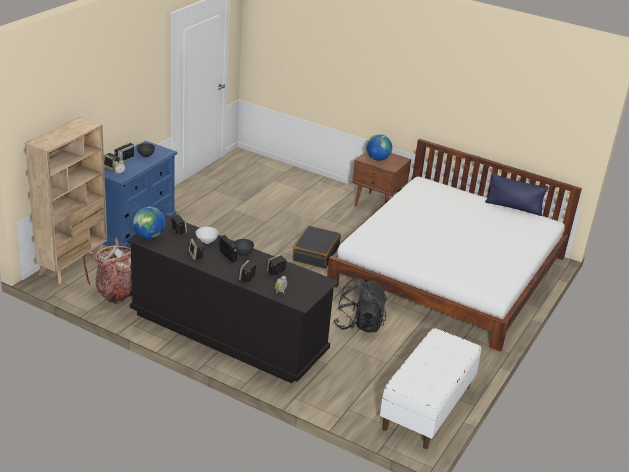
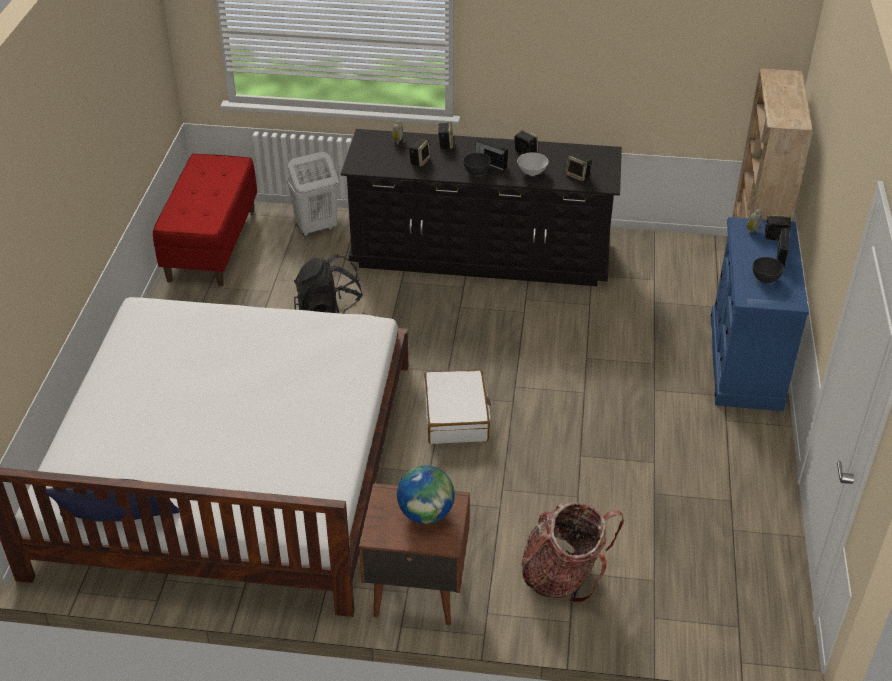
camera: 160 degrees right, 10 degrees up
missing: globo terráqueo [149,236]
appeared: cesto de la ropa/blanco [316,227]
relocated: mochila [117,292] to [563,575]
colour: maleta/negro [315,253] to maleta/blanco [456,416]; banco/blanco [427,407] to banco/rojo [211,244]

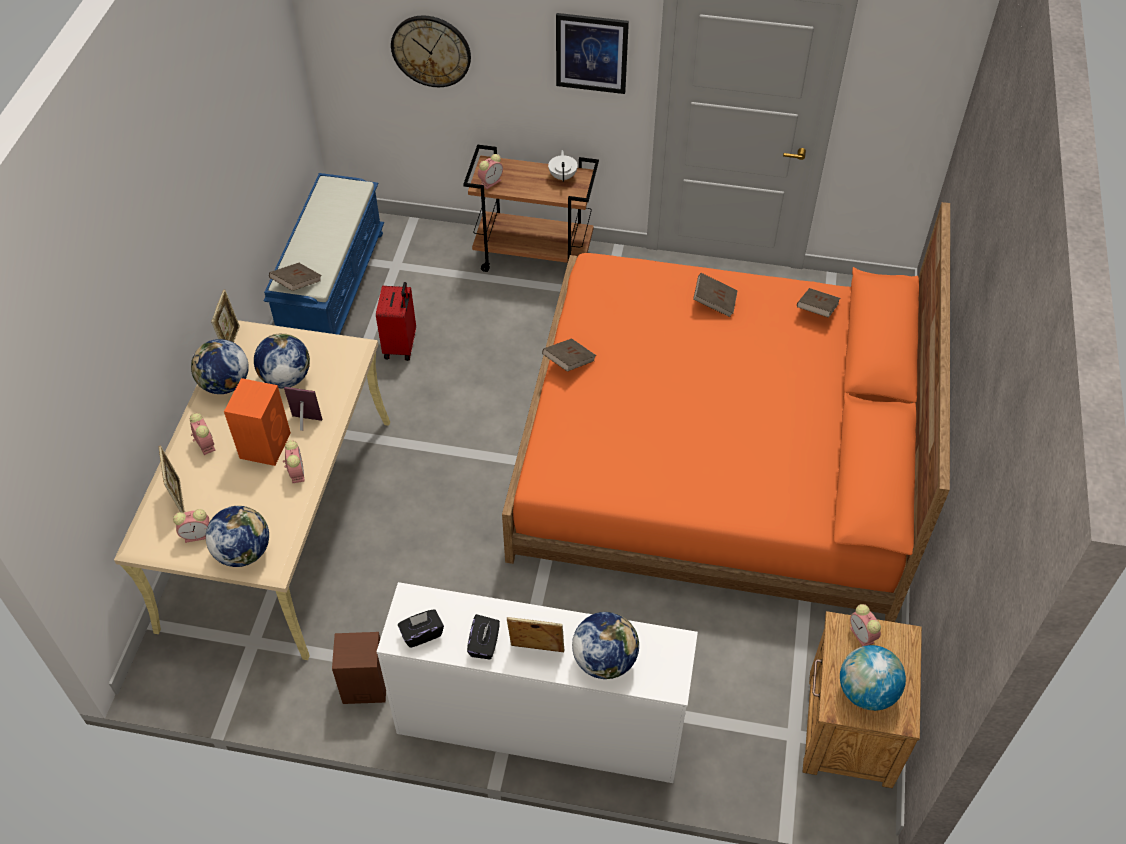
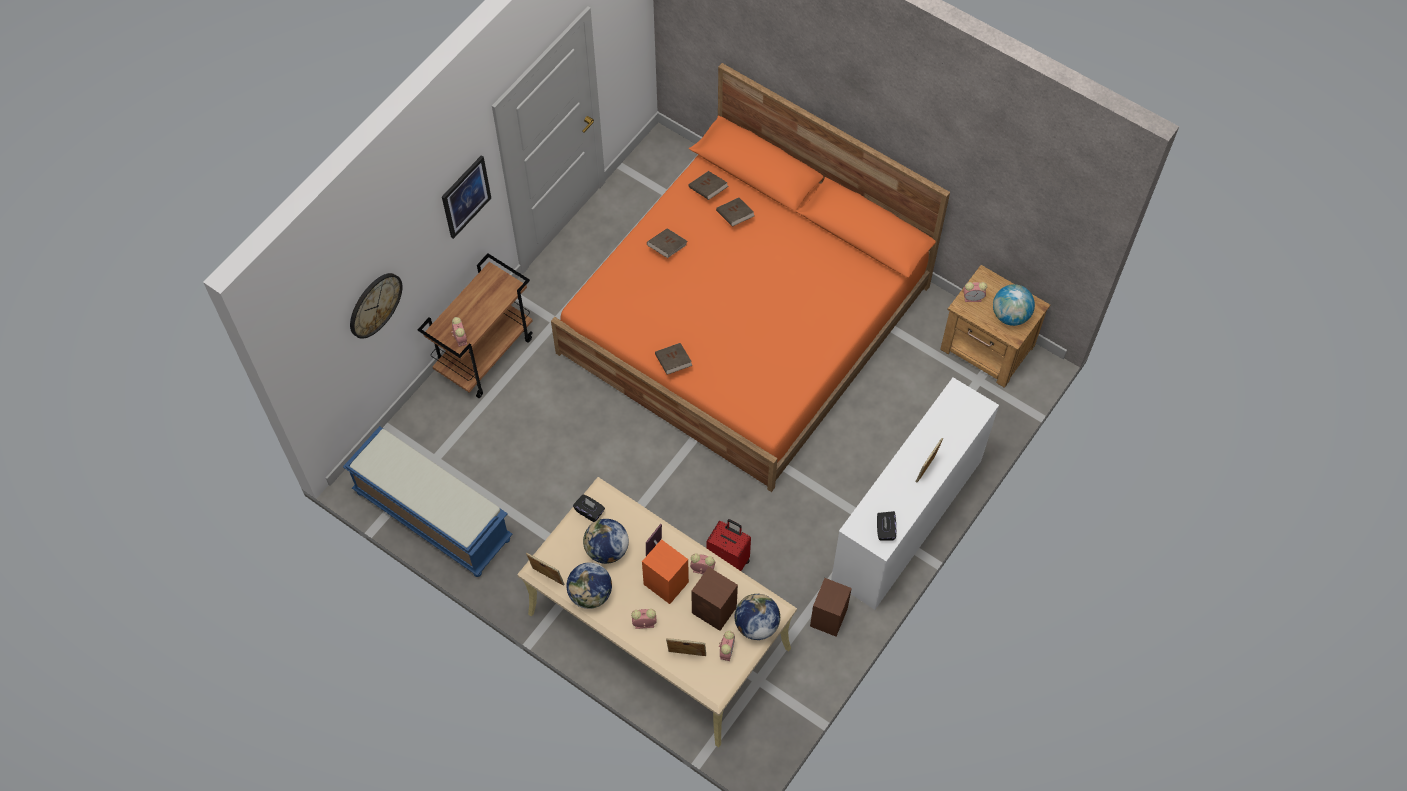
camera: 65 degrees left, 10 degrees up
missing: tetera/blanco [563,176]; globo terráqueo [604,660]
appeared: altavoz/marrón [715,610]
relocated: libro/marrón [297,284] to [735,217]; maleta/rojo [401,346] to [729,561]; caja de pañuelos/negro [484,644] to [589,512]

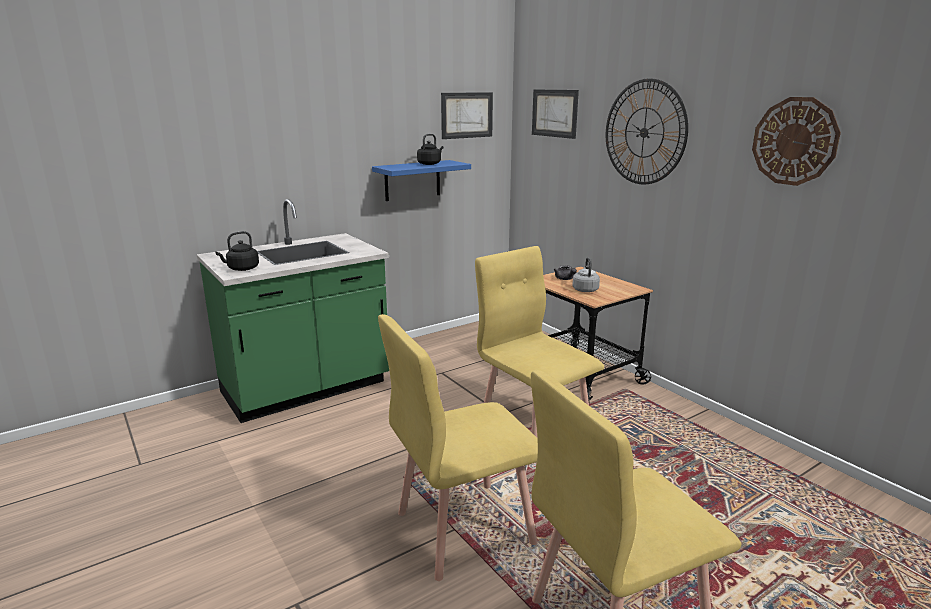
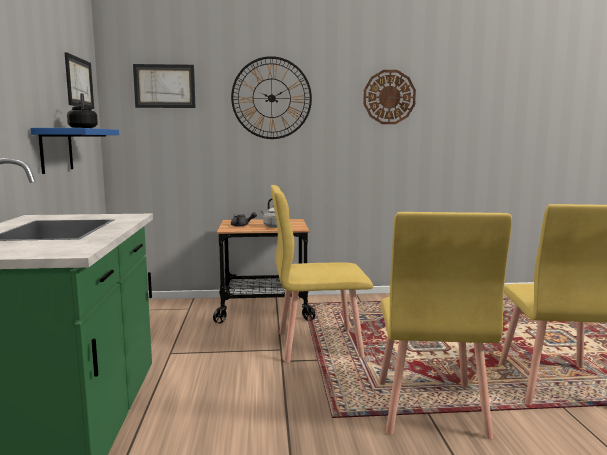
camera: 60 degrees left, 10 degrees down
missing: hervidor/negro [241,269]

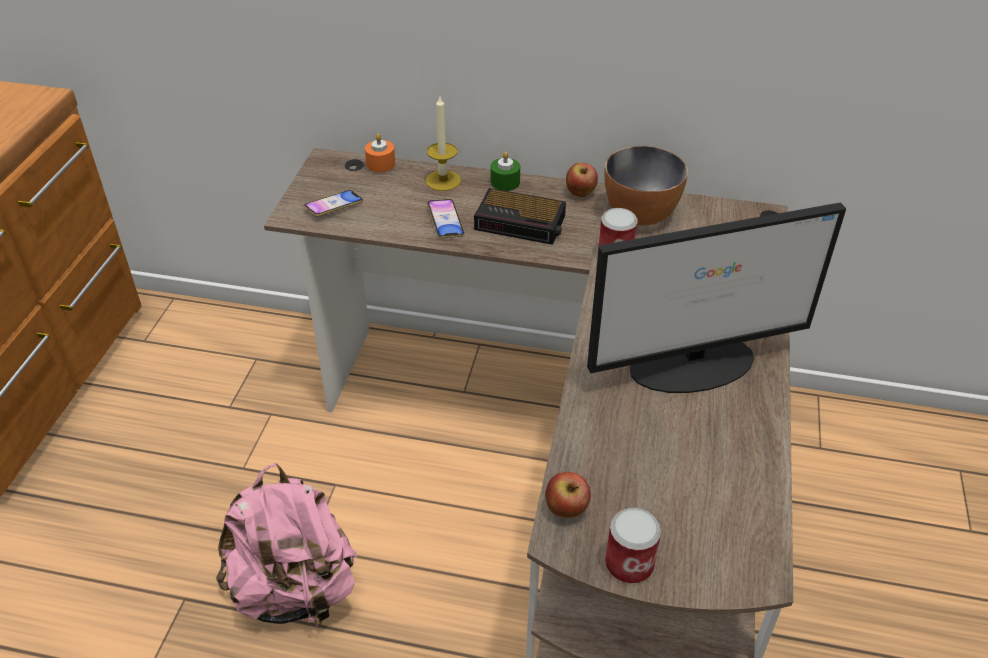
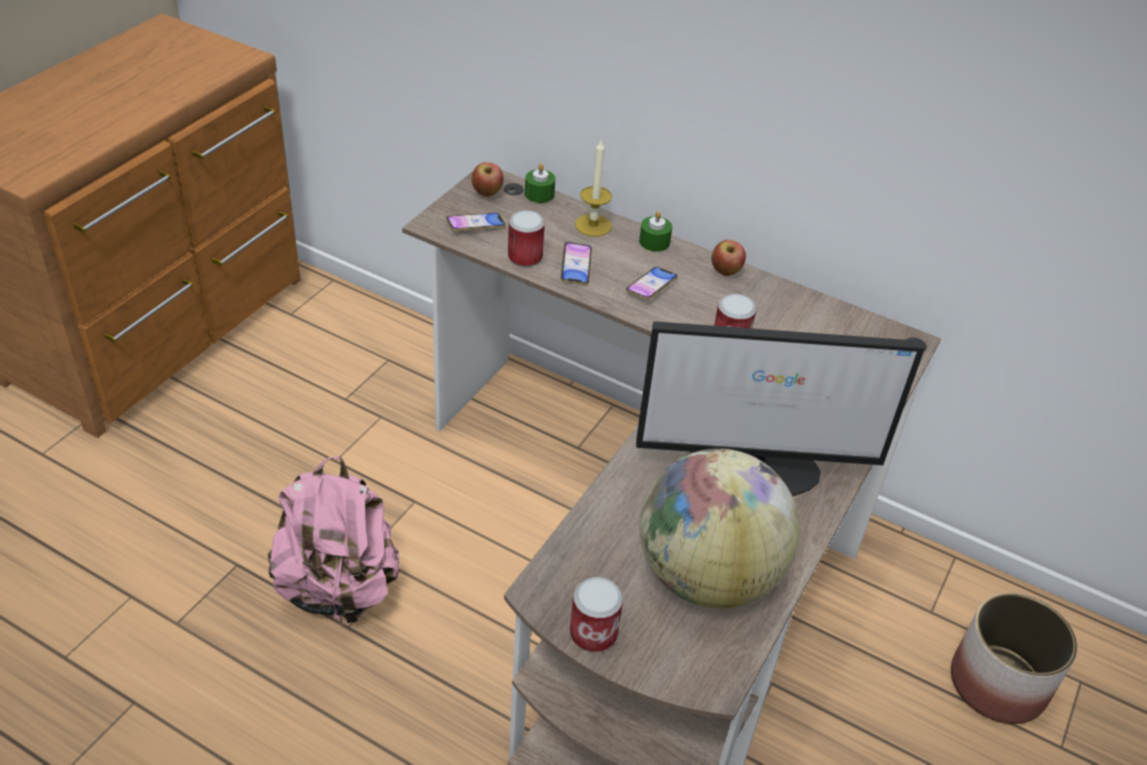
camera: 15 degrees right, 0 degrees up
missing: cuenco [640,215]
appeared: lata [525,257]; globo terráqueo [707,576]; maceta [998,685]
relocated: manzana [566,510] to [487,193]
exchanged: despertador [522,223] to móvil [651,287]
colour: vela/naranja [380,164] to vela/verde [539,194]

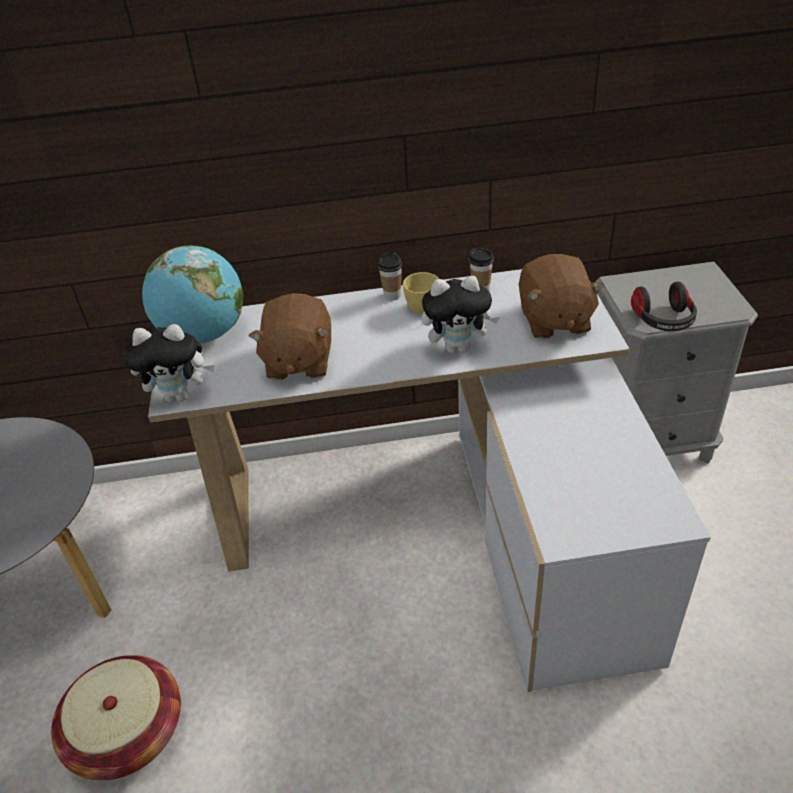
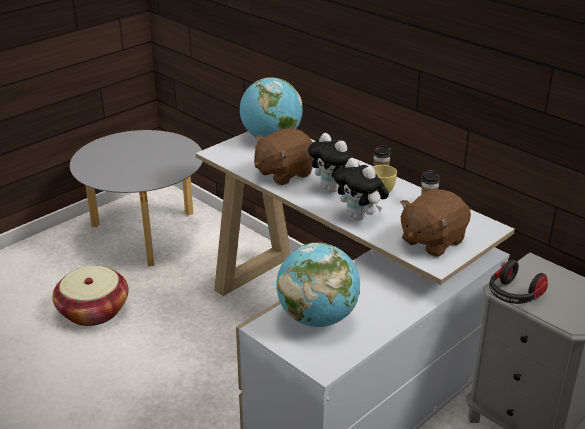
camera: 50 degrees right, 10 degrees down
appeared: globo terráqueo [317,318]
relocated: peluche [180,395] to [333,189]

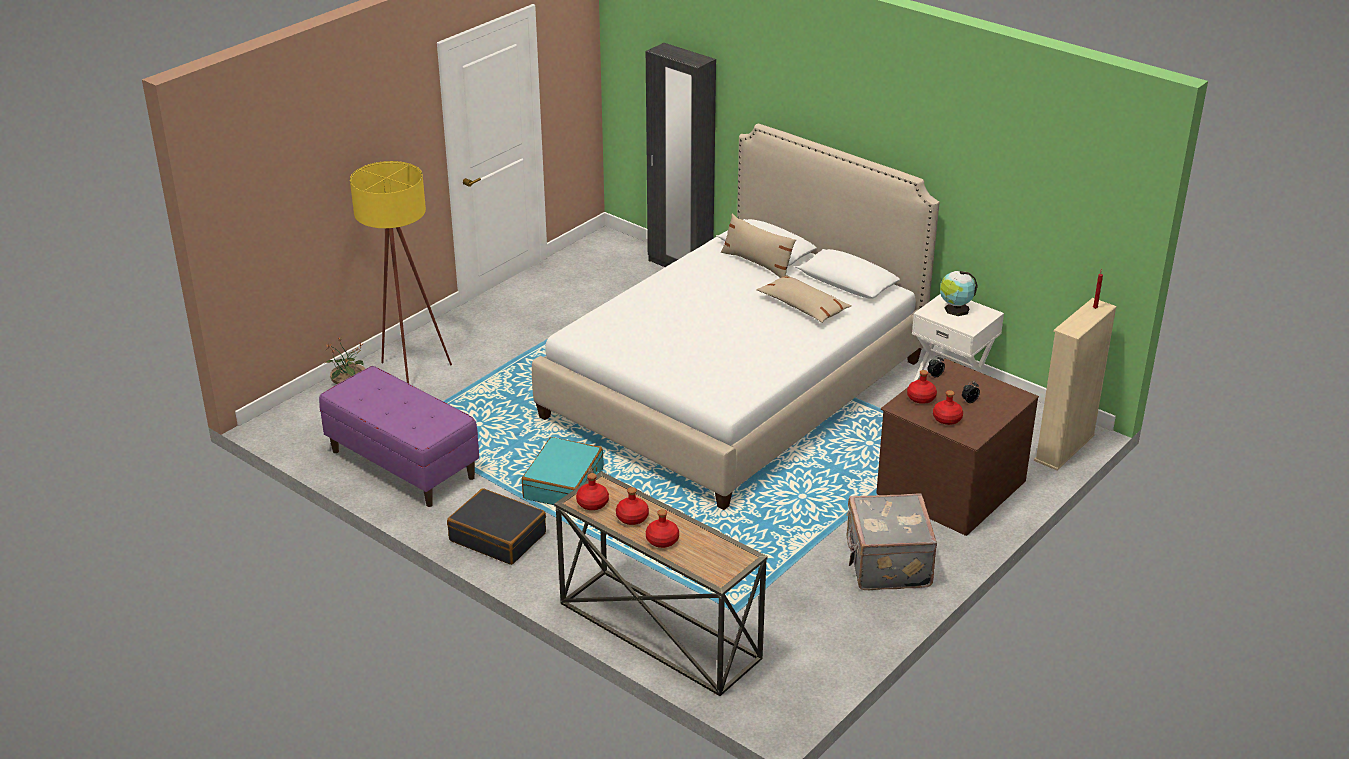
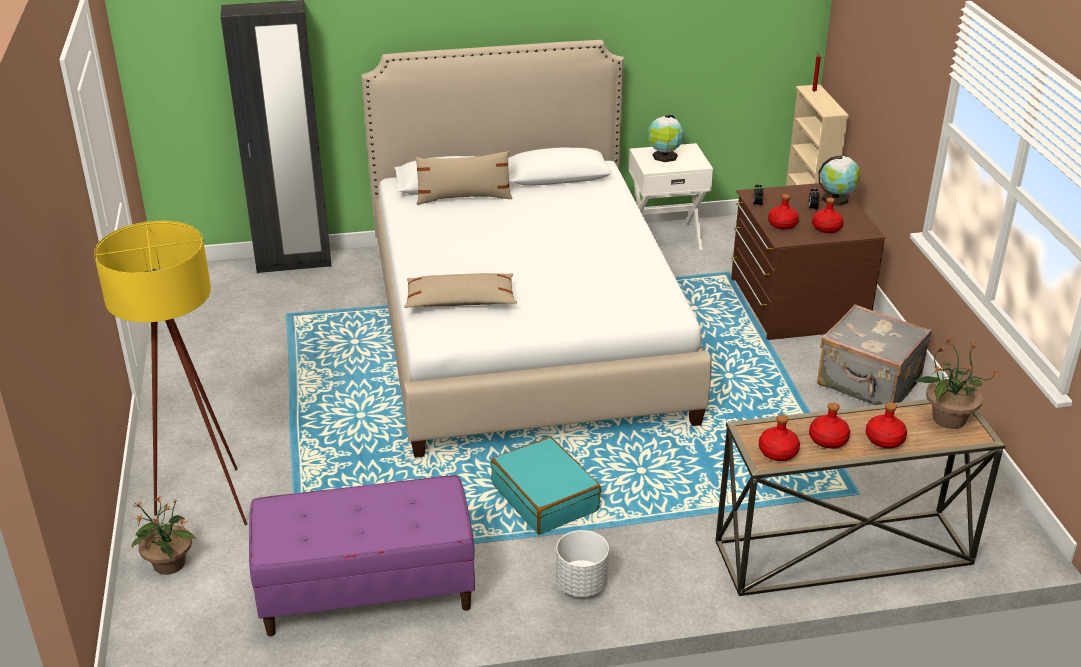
camera: 50 degrees left, 0 degrees up
appeared: globo terráqueo [836,199]; planta en maceta [947,419]
relocated: cojín/beis [803,306] to [460,301]
exchanged: maleta/negro [498,537] to maceta/blanco [581,584]

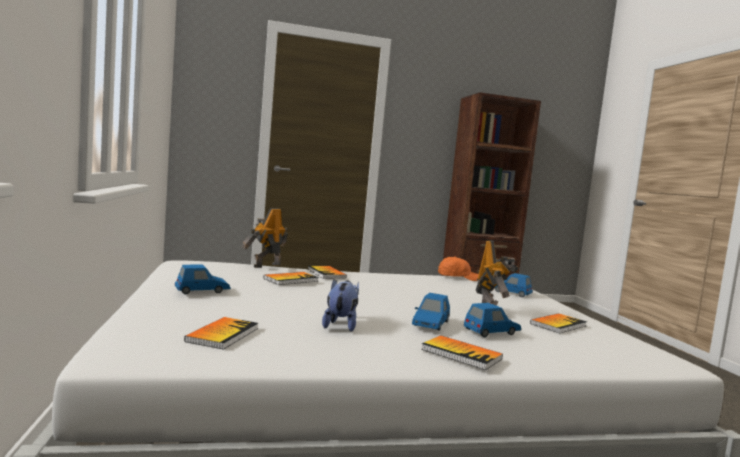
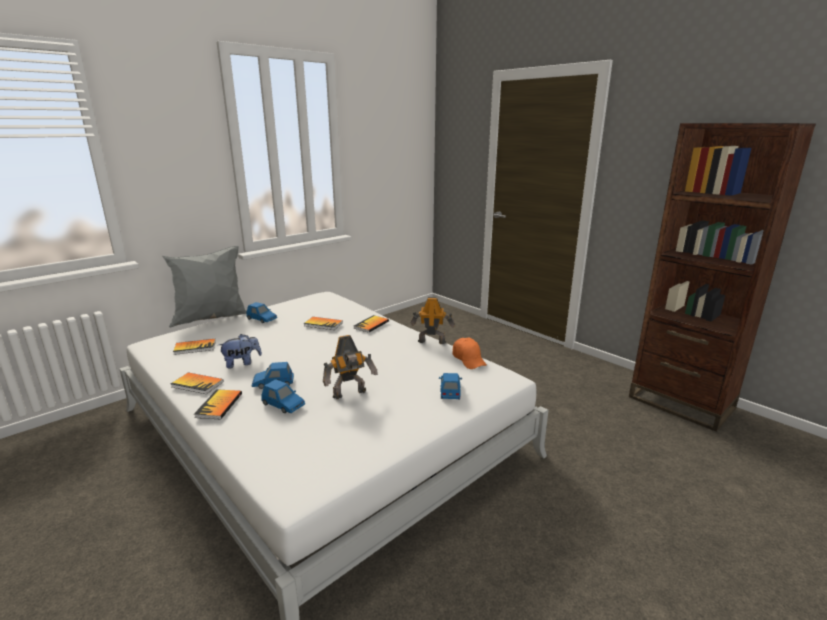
camera: 60 degrees right, 15 degrees up
appeared: cojín/gris [212,319]
relocated: robot de juguete [266,265] to [431,341]; libro [558,325] to [197,384]

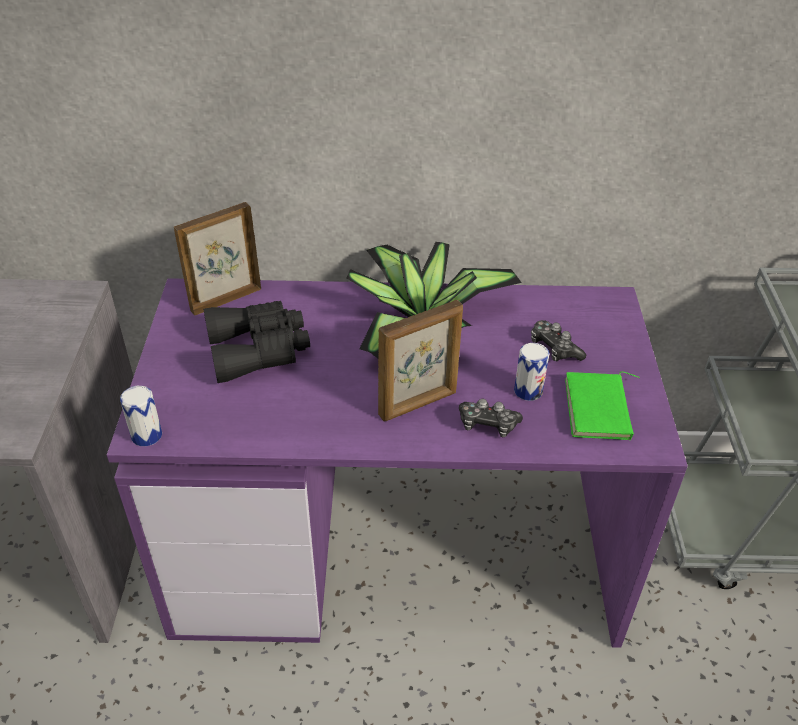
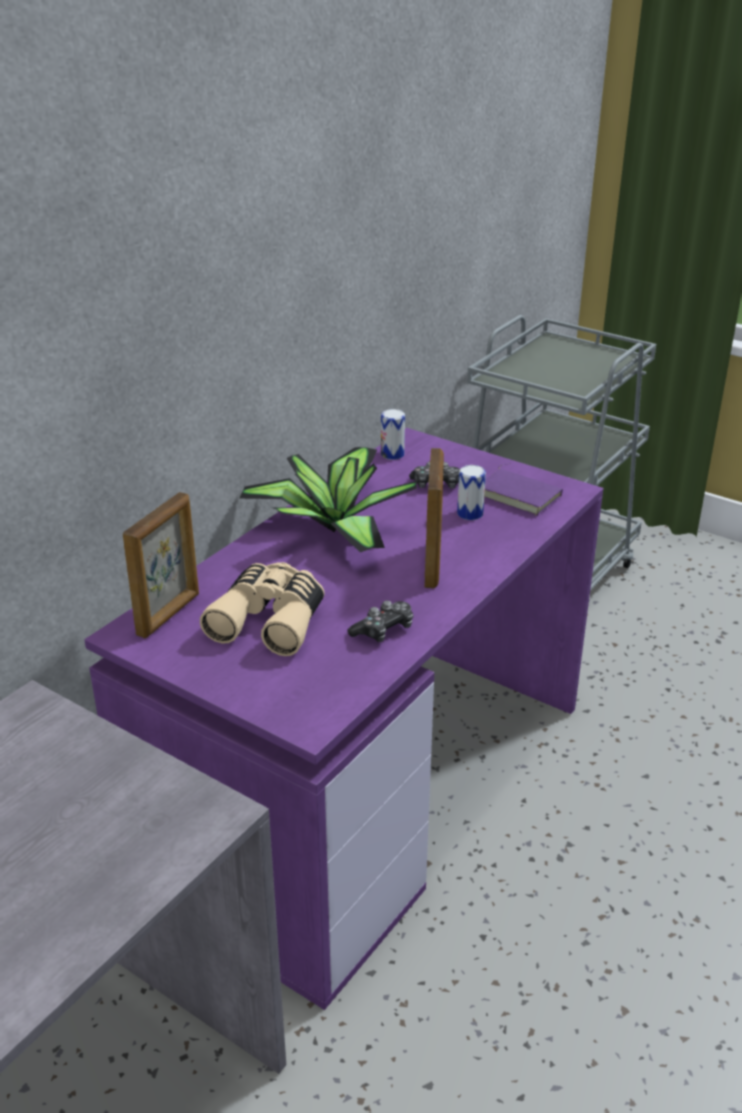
camera: 55 degrees left, 10 degrees down
relocated: lata [146,435] to [392,454]; mando de consola [487,424] to [383,630]
colour: prismáticos/negro [258,350] to prismáticos/beis [270,620]; libro/verde [600,410] to libro/morado [520,494]
spun: portarretratos [225,299] = [169,614] 150 degrees counterclockwise

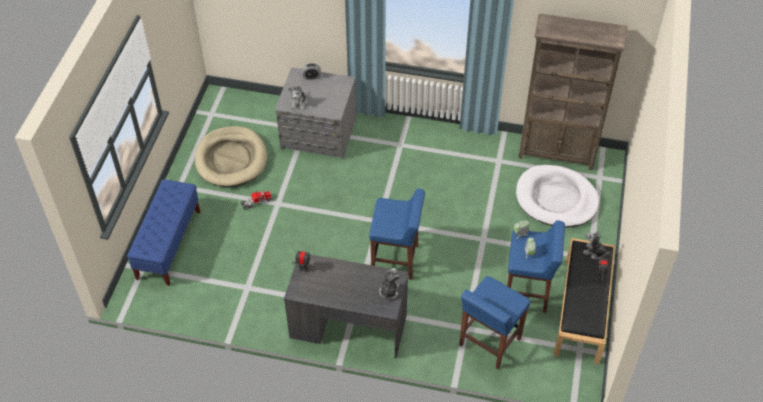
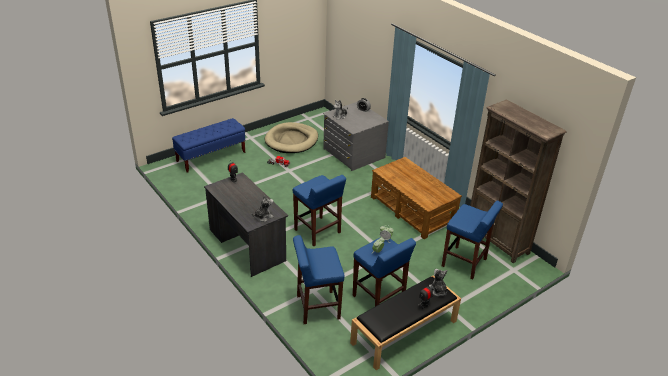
camera: 40 degrees right, 15 degrees down
appeared: mesa de centro/marrón [412,210]
exchanged: cama para perro/blanco [556,199] to taburete/azul [464,263]

